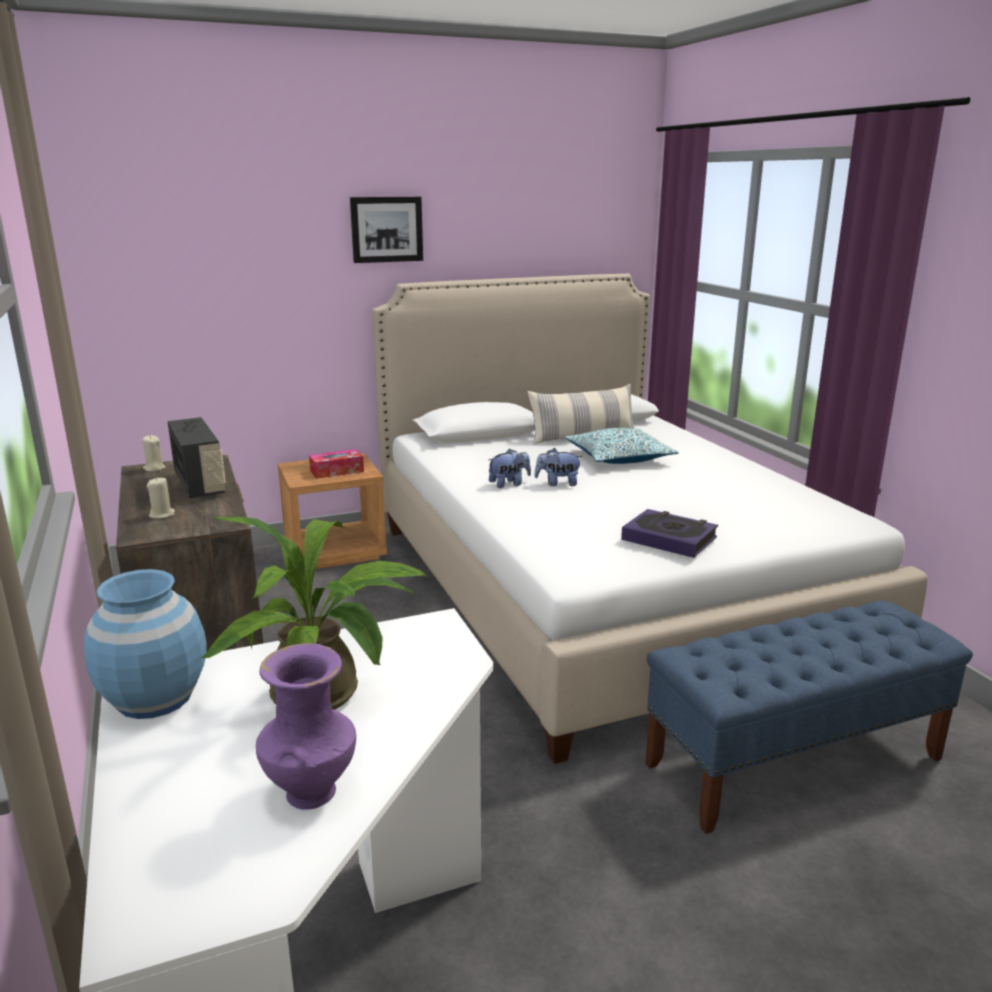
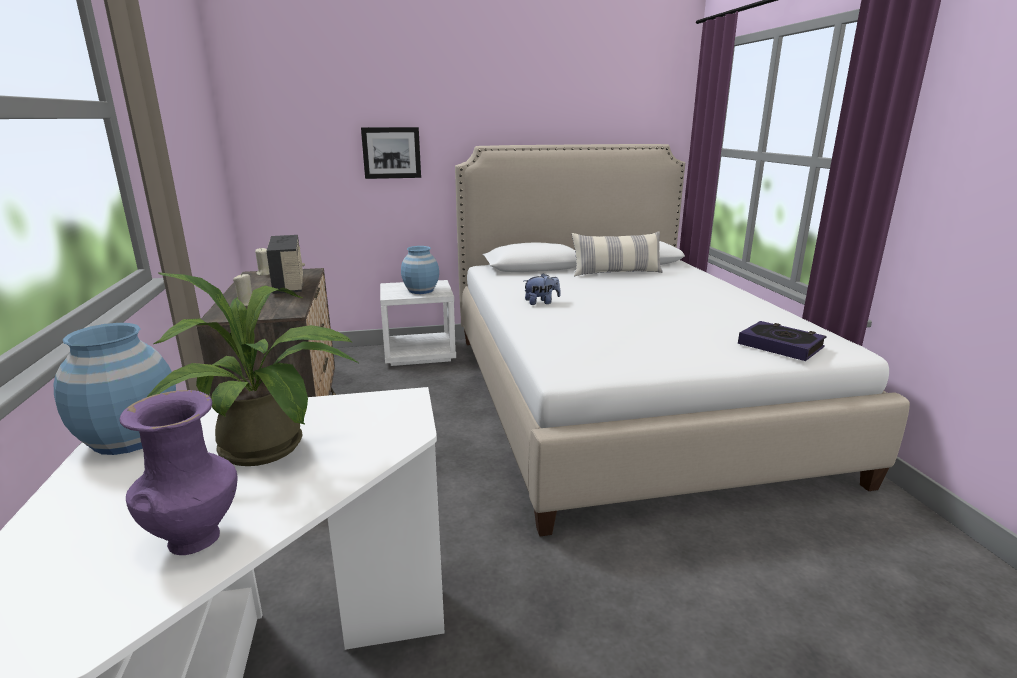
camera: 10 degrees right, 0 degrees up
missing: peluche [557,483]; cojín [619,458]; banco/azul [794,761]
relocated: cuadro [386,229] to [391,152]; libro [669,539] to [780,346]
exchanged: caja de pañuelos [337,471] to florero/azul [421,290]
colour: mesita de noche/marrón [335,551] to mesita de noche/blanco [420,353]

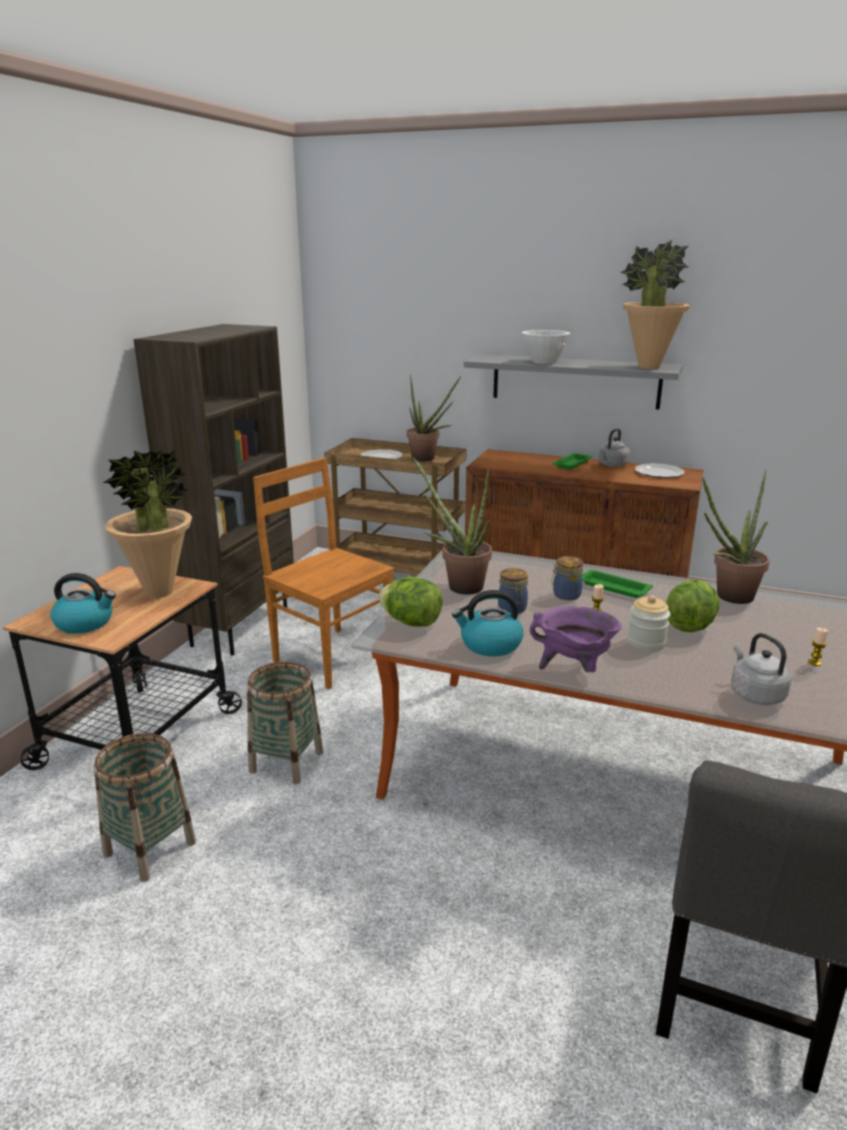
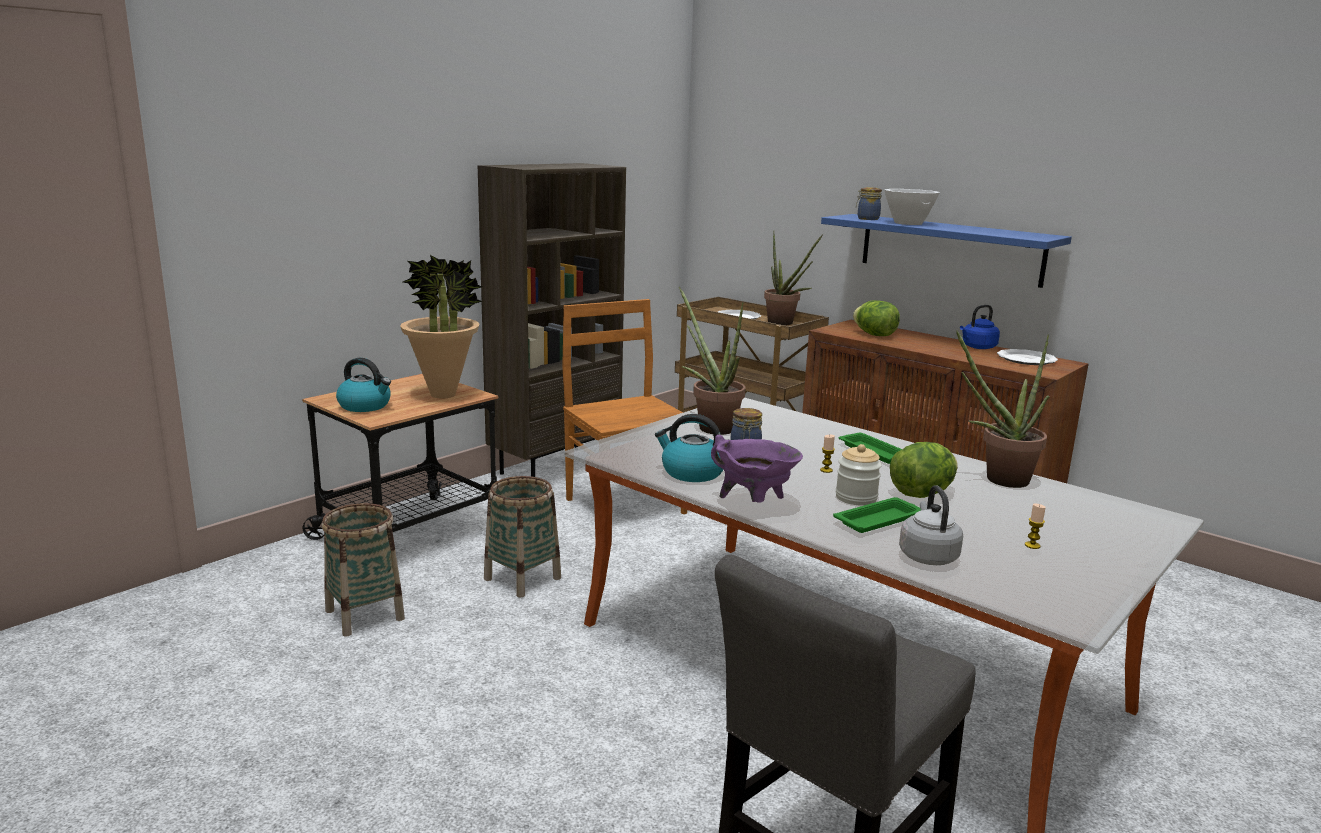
camera: 20 degrees right, 5 degrees down
missing: planta en maceta [648,367]
relocated: lechuga [411,622] to [874,335]; tarro [565,595] to [867,219]; bandeja/verde [572,464] to [879,520]
colour: estante/gris [575,381] to estante/azul [950,249]; hervidor/gris [612,465] to hervidor/azul [977,347]

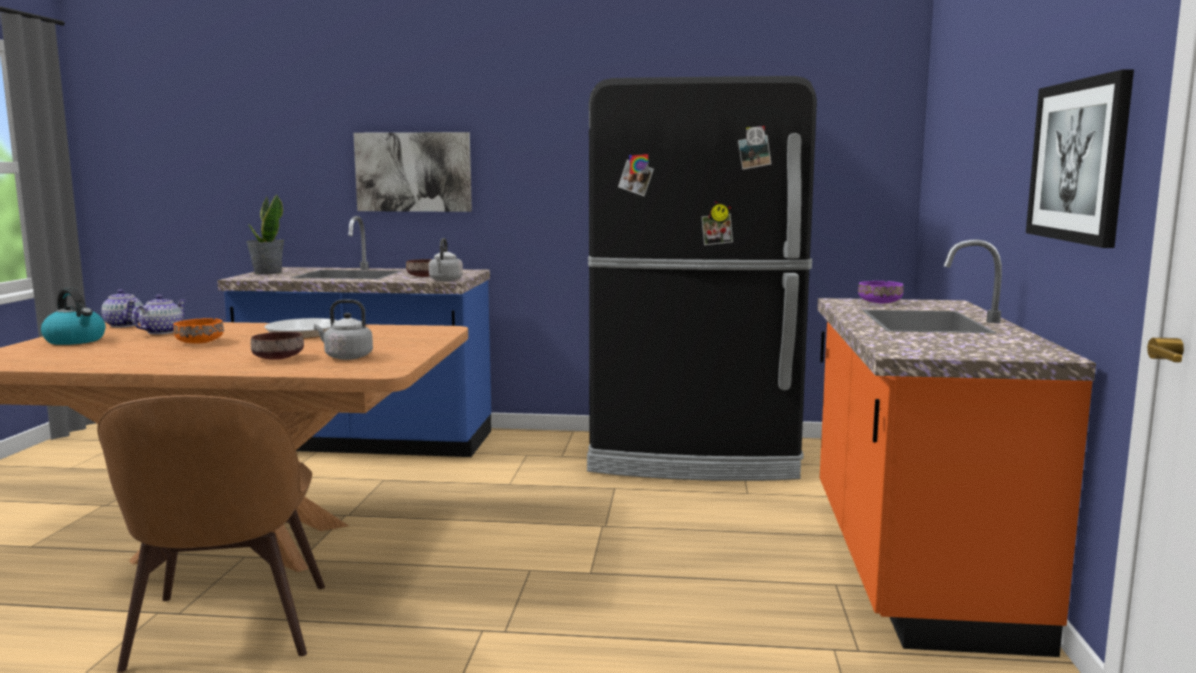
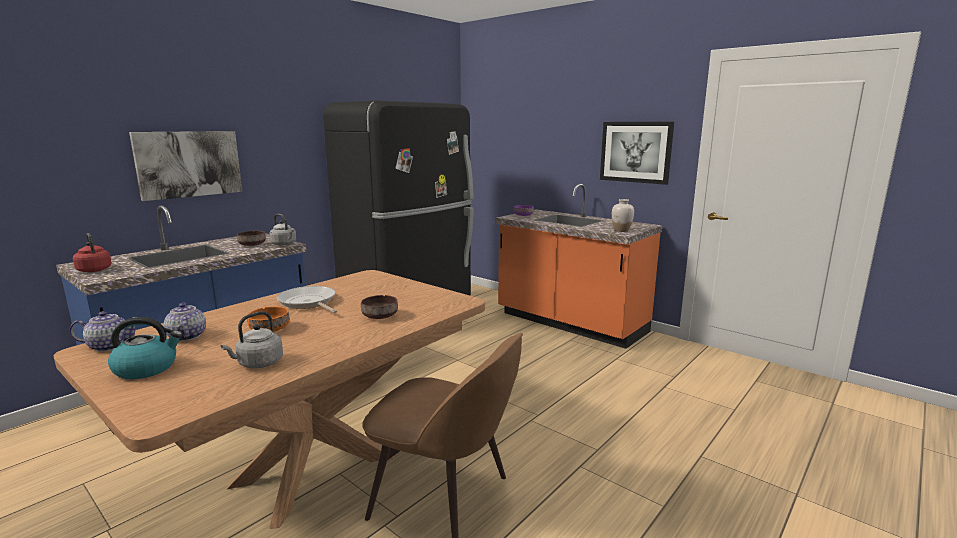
camera: 55 degrees left, 5 degrees up
appeared: florero/blanco [621,230]
relocated: hervidor/gris [346,357] to [258,364]
exchanged: planta en maceta [267,273] to hervidor/rojo [94,269]

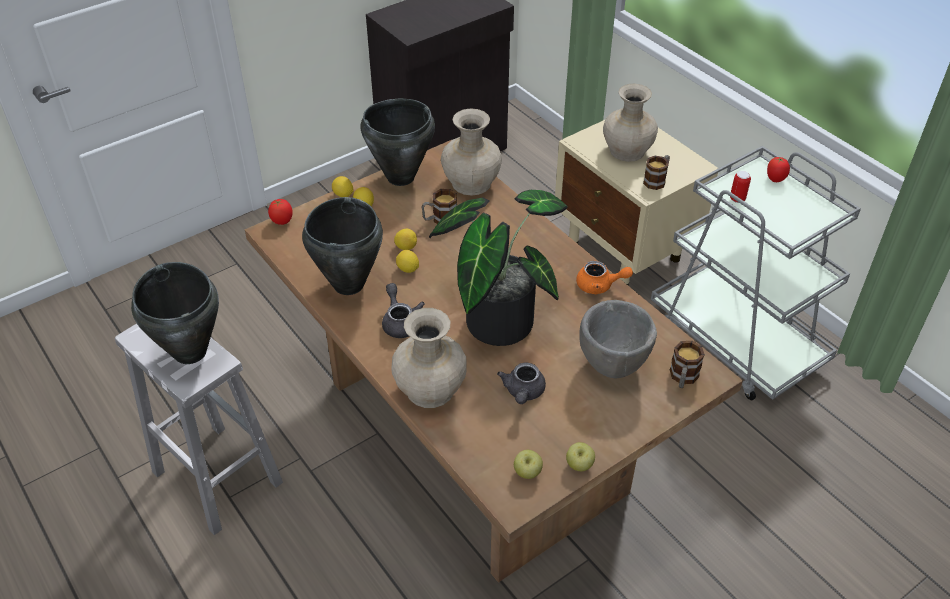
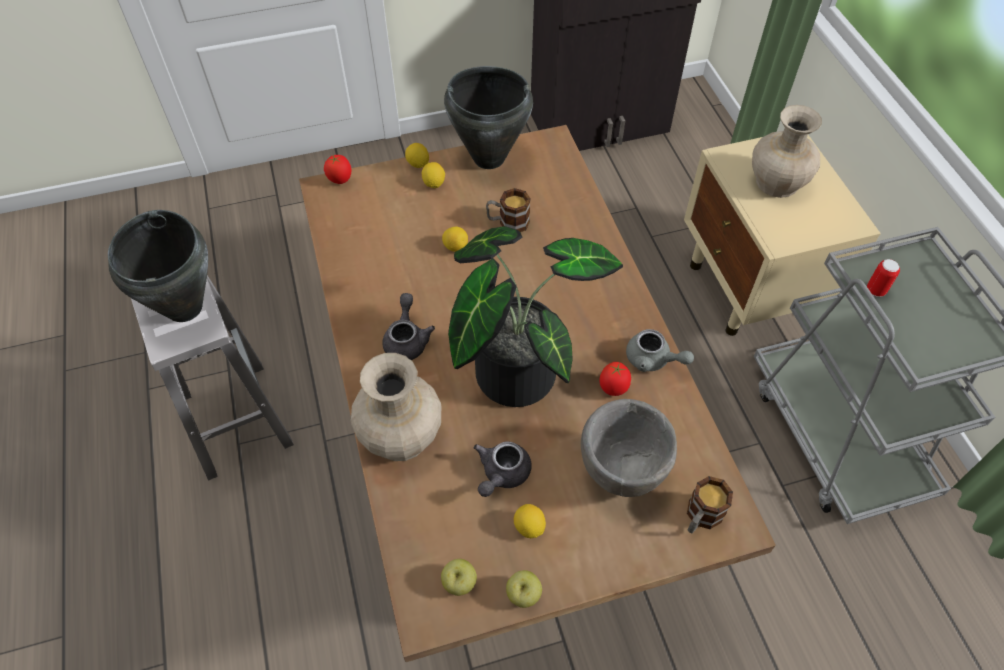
camera: 20 degrees right, 10 degrees up
missing: olla/negro [348,284]; florero/beis [470,183]; taza grande [657,180]
relocated: limón [407,269] to [529,527]; tomate [775,179] to [613,389]
colour: tetera/naranja [599,286] to tetera/gris [653,360]

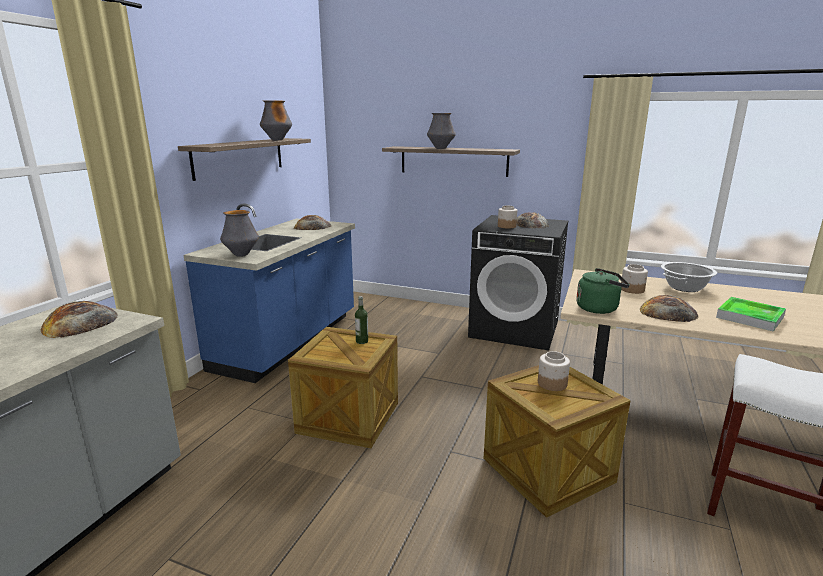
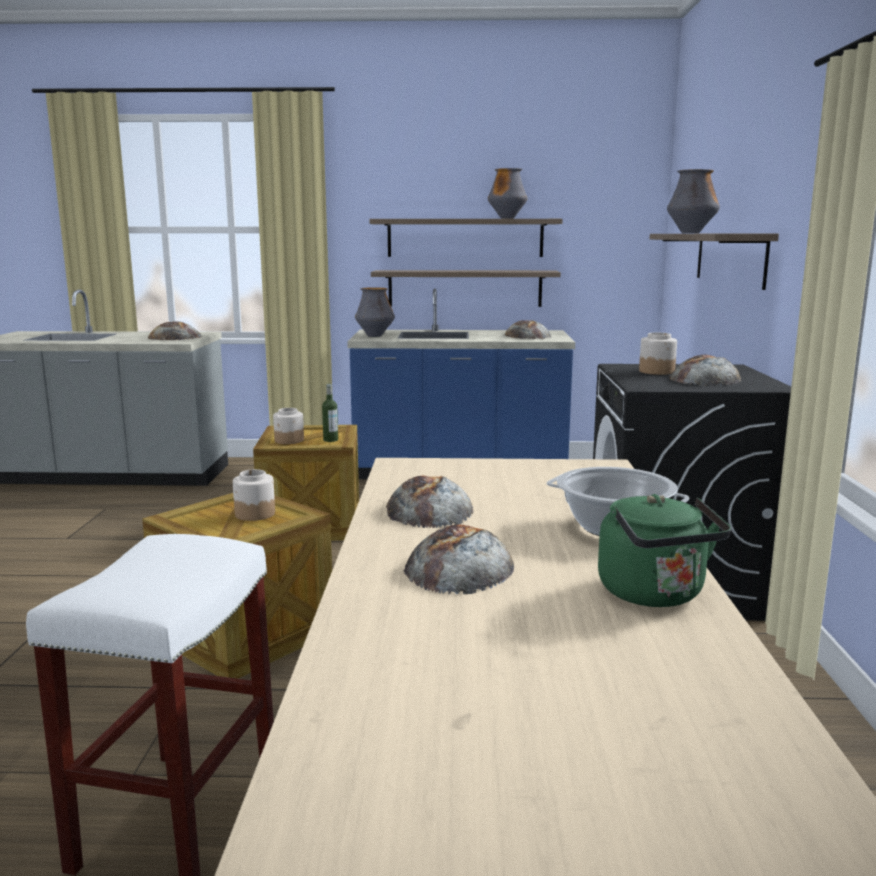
camera: 70 degrees right, 5 degrees down
appeared: estante [465,288]
relocated: hervidor/verde [599,308] to [655,595]; tarro [632,290] to [289,440]
exchanged: bandeja [749,317] to pan [459,566]

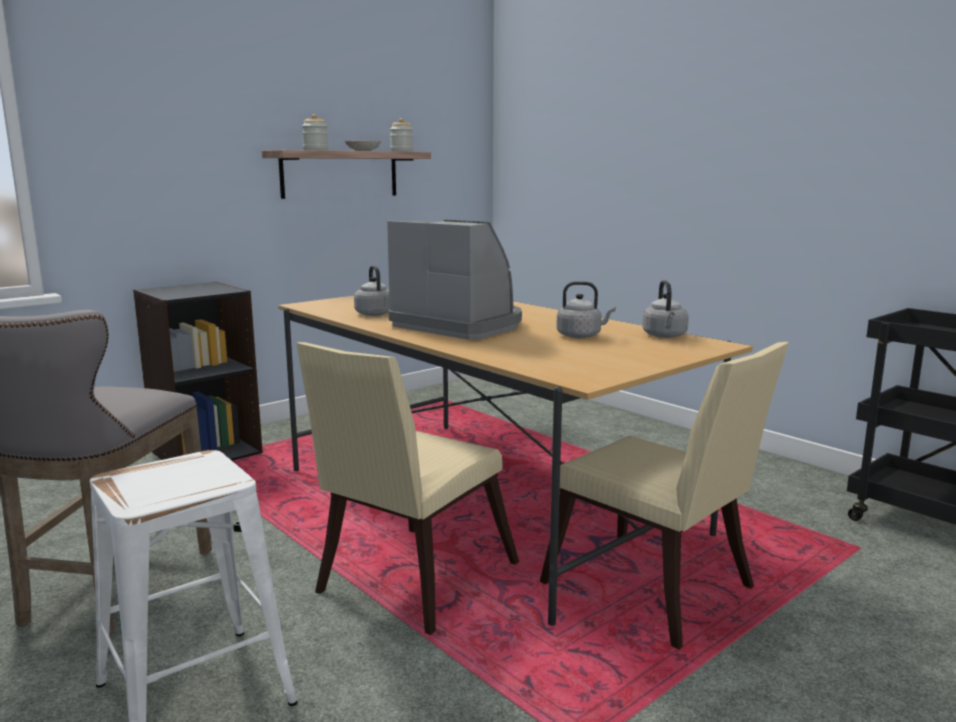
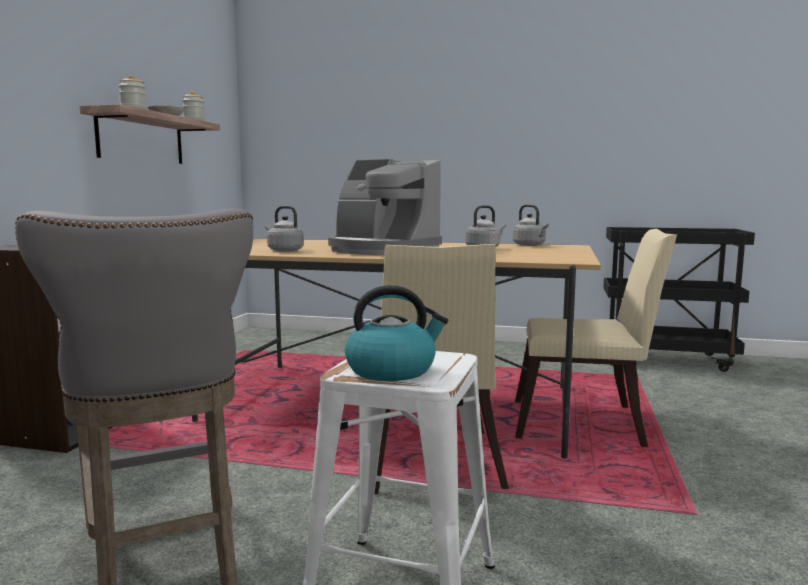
camera: 35 degrees left, 5 degrees down
appeared: hervidor [392,370]
spun: cafetera [459,325] = [381,250] 150 degrees counterclockwise

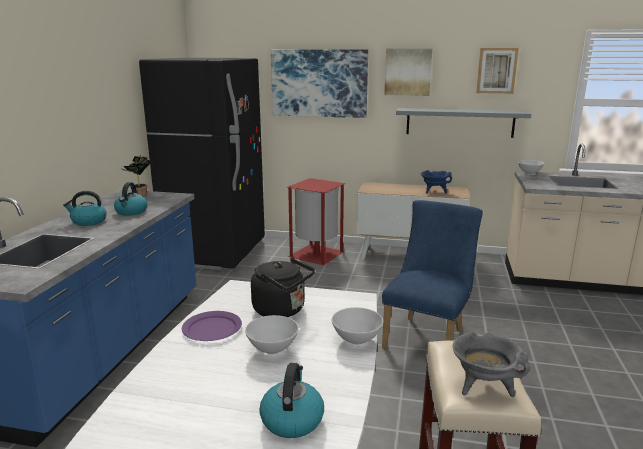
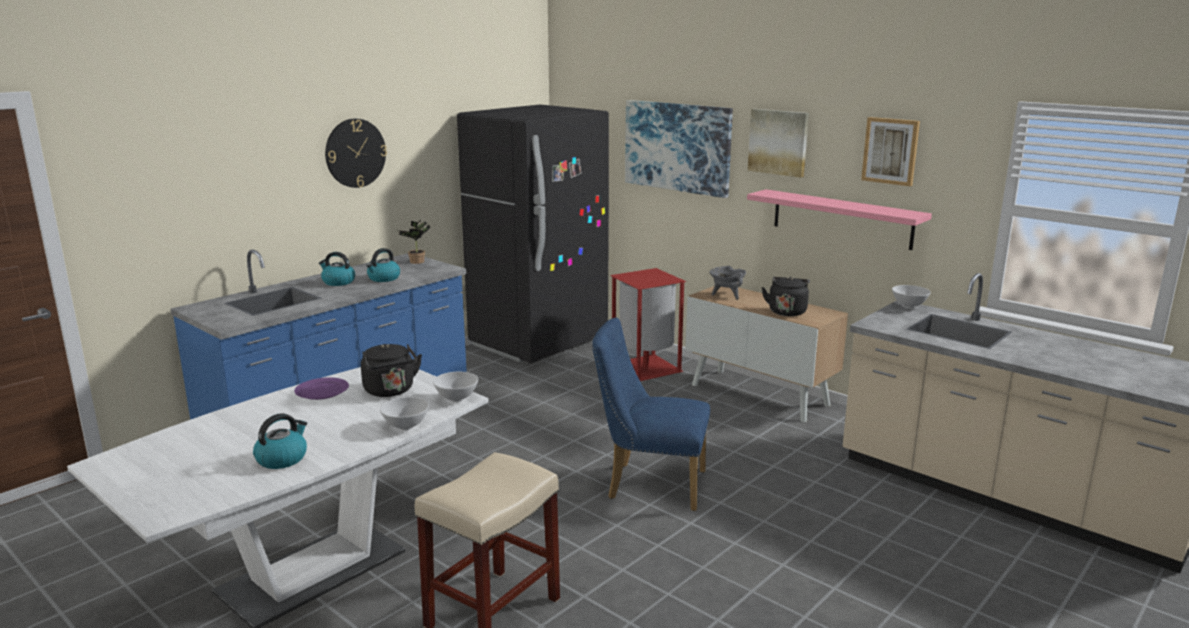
camera: 30 degrees right, 0 degrees up
appeared: reloj de pared [355,153]
relocated: cuenco/blanco [272,350] to [456,399]; olla/gris [484,388] to [727,295]
exchanged: olla/azul [434,192] to hervidor/negro [787,311]
colour: estante/gris [459,122] to estante/rosa [841,219]
spun: silla/azul [427,337] = [649,484] 135 degrees counterclockwise

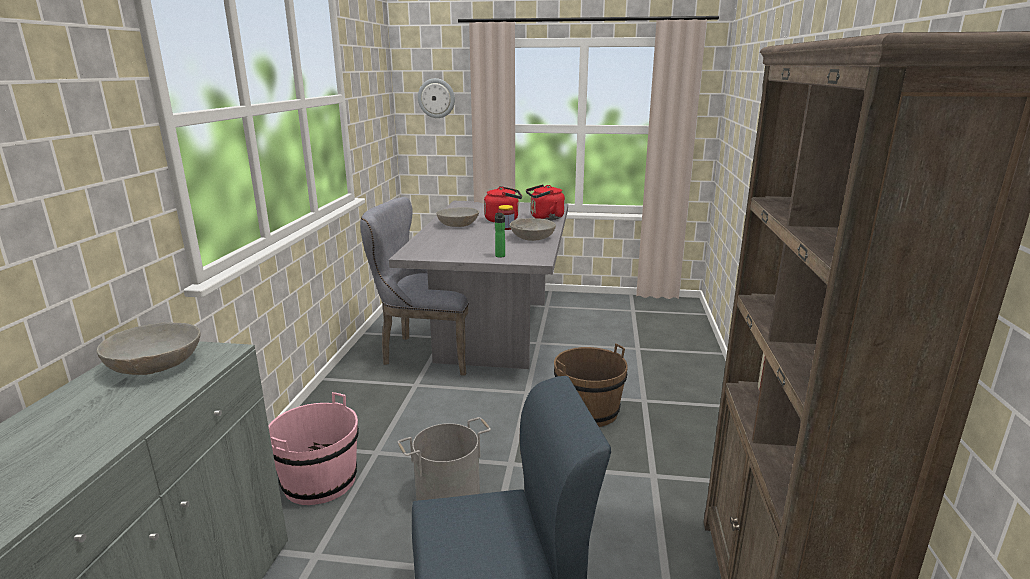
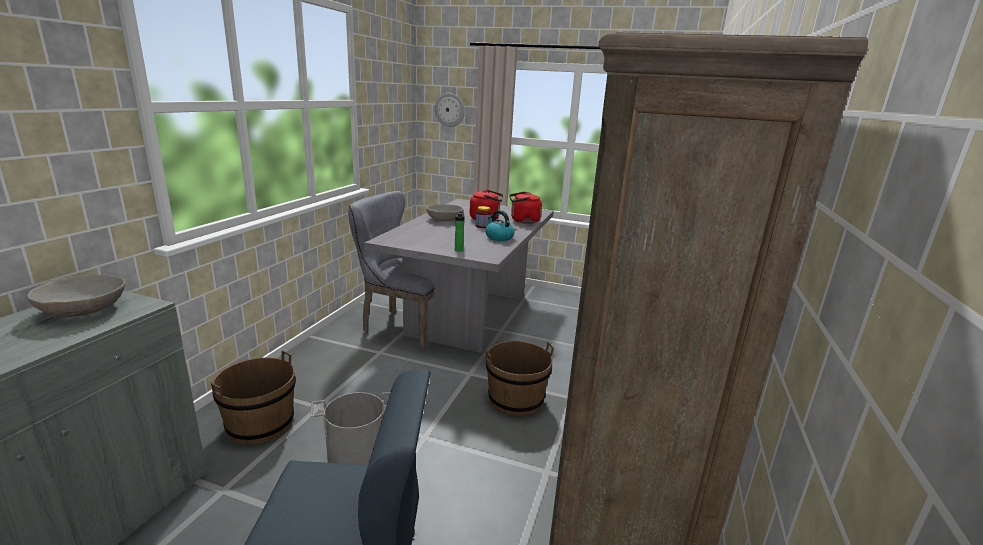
camera: 10 degrees right, 0 degrees up
exchanged: cuenco/gris [532,238] to hervidor [498,237]
colour: cubo/rosa [319,481] to cubo/marrón [260,424]

